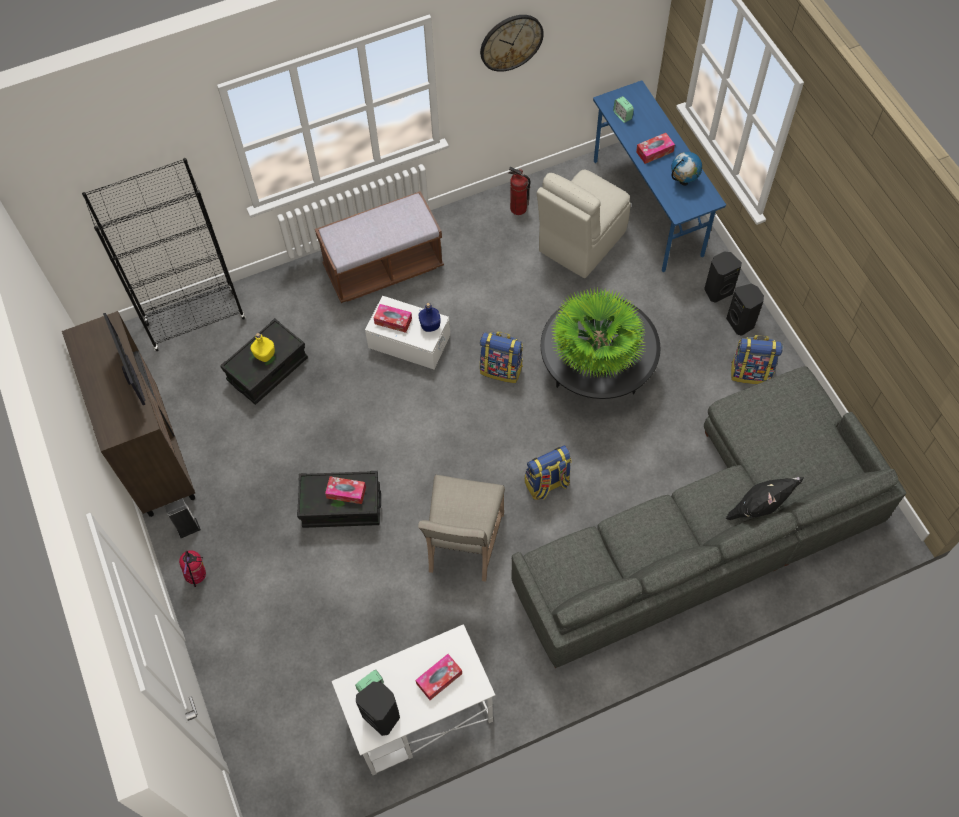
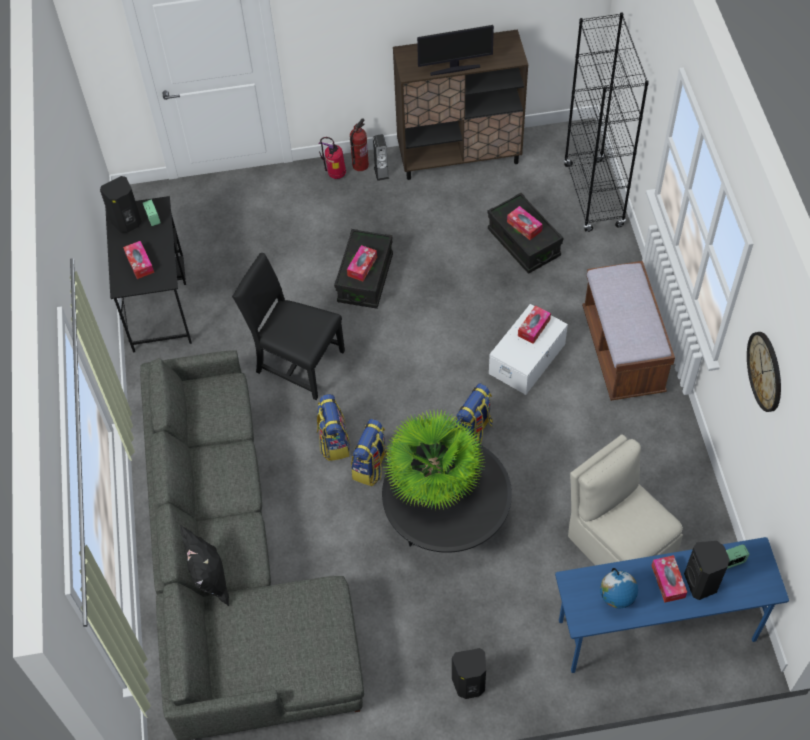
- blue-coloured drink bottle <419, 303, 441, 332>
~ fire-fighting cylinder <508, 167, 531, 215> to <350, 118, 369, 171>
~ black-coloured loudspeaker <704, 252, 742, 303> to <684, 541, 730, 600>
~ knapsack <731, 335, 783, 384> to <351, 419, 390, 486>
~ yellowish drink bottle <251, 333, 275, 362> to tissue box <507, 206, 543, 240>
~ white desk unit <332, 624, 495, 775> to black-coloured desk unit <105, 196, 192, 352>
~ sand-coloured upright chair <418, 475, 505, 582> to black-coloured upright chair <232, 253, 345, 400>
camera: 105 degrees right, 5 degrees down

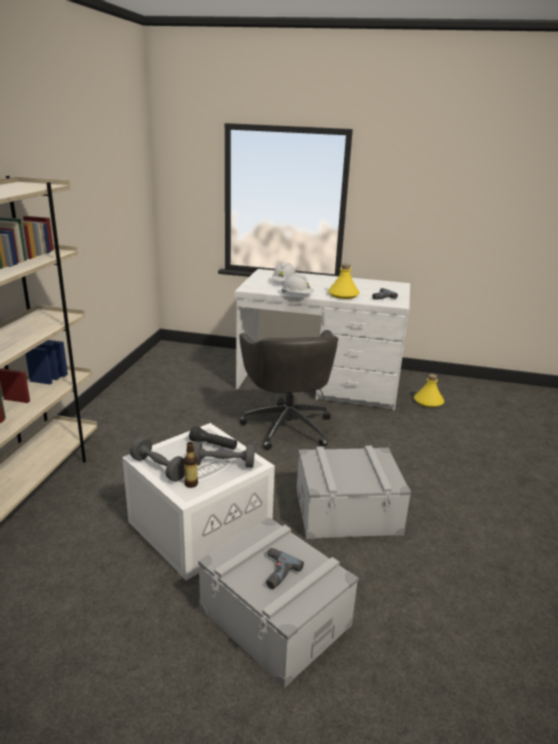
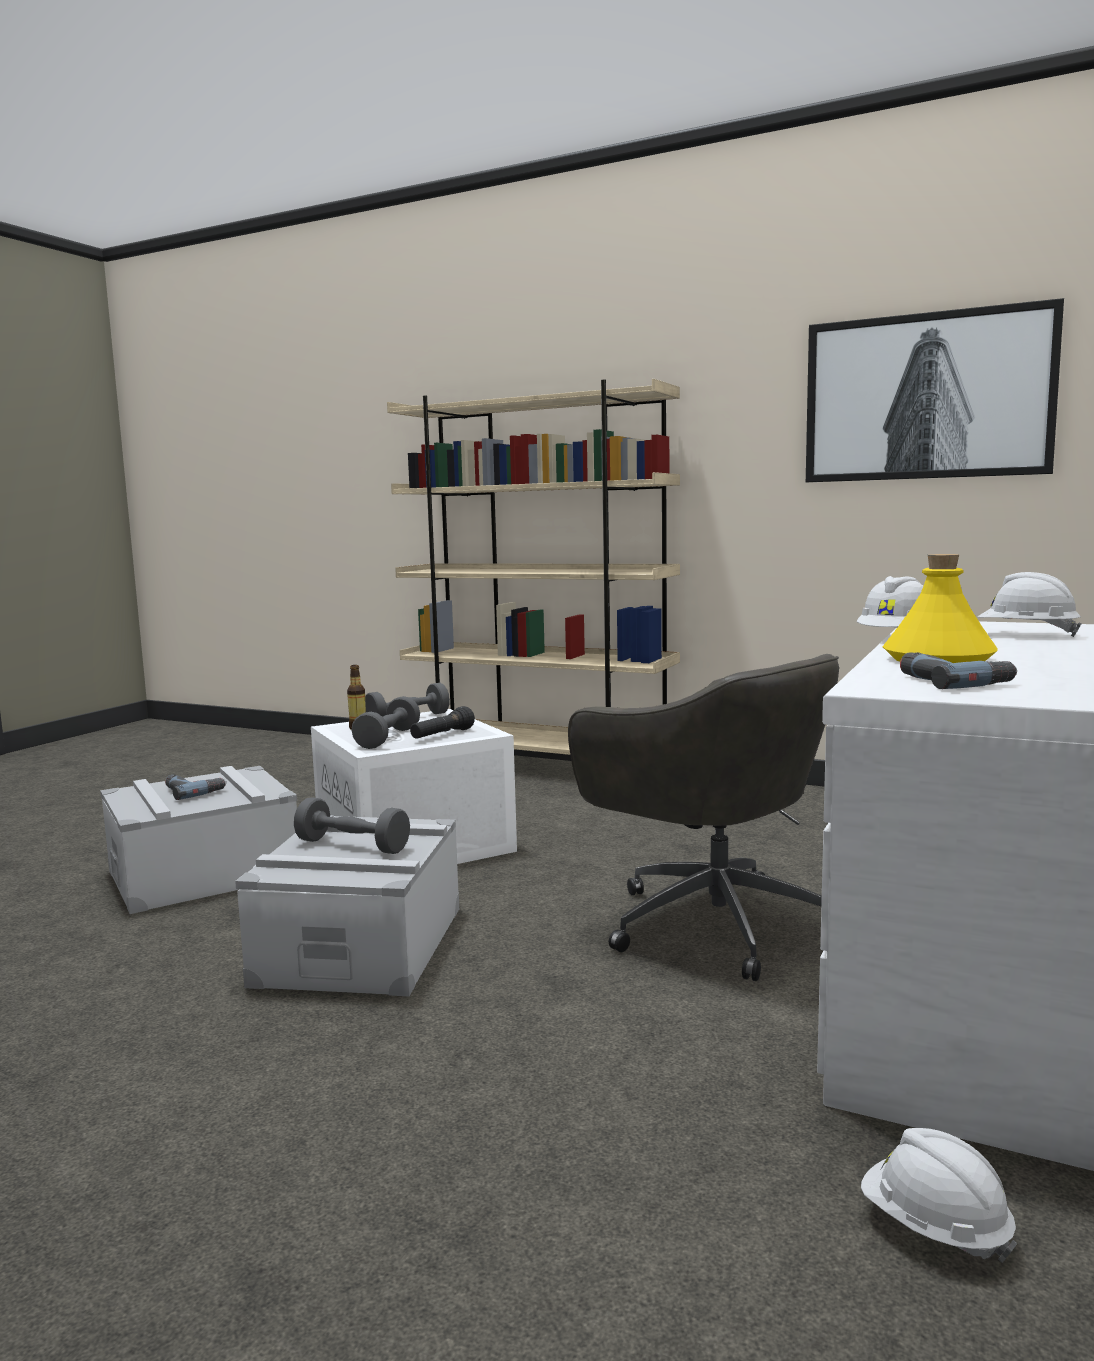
+ grey free weight <294, 797, 410, 854>
+ wall art <806, 298, 1064, 482>
~ yellowish drink bottle <414, 374, 444, 408> to white safety helmet <861, 1128, 1017, 1263>
~ grey computer chair <239, 330, 338, 450> = <568, 654, 839, 981> 135 degrees counterclockwise
camera: 105 degrees right, 15 degrees down

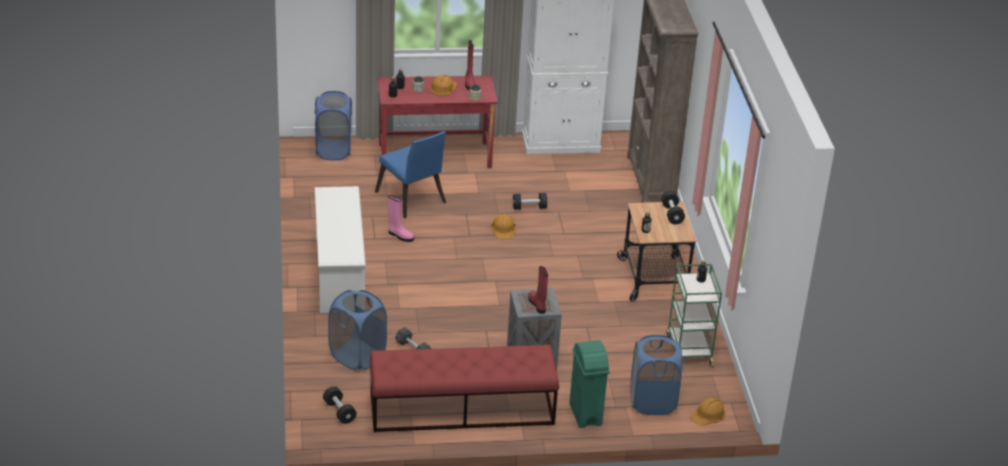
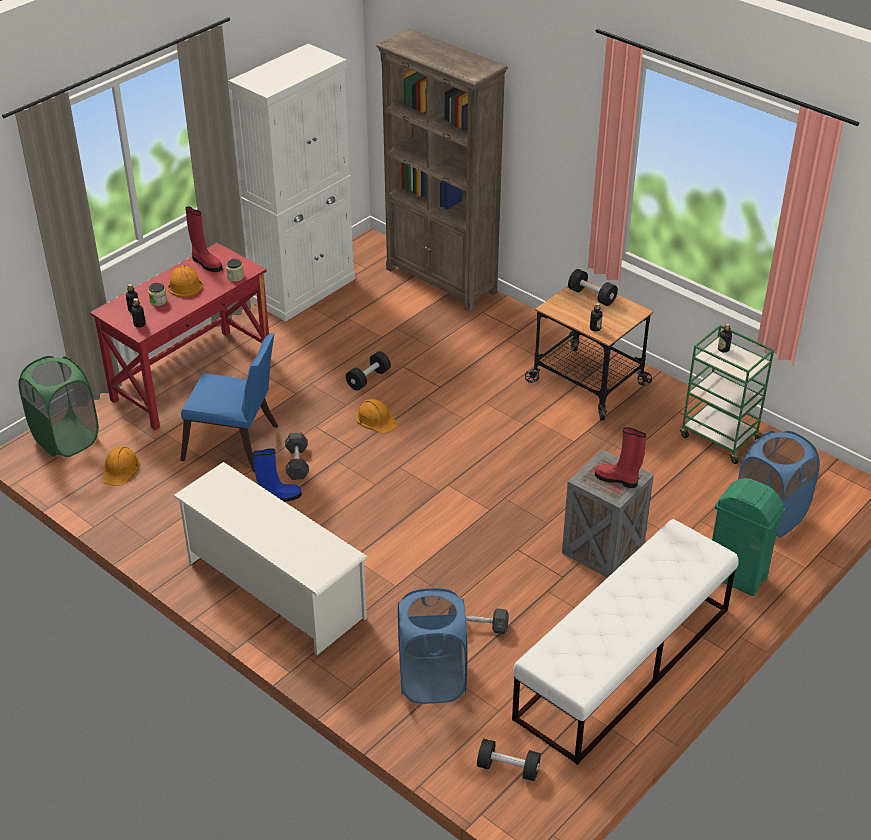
+ black-coloured free weight <285, 433, 309, 480>
~ orangey safety helmet <690, 398, 725, 426> to <103, 446, 140, 485>
~ blue-coloured laundry basket <315, 91, 352, 160> to green laundry basket <19, 356, 99, 457>
~ red-coloured long seat <369, 345, 559, 432> to white long seat <512, 519, 739, 765>
~ pink high-top boot <387, 195, 414, 242> to blue-coloured high-top boot <253, 448, 302, 502>
camera: 40 degrees left, 5 degrees up

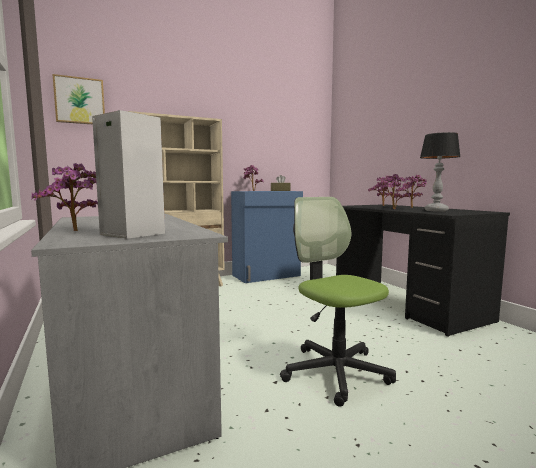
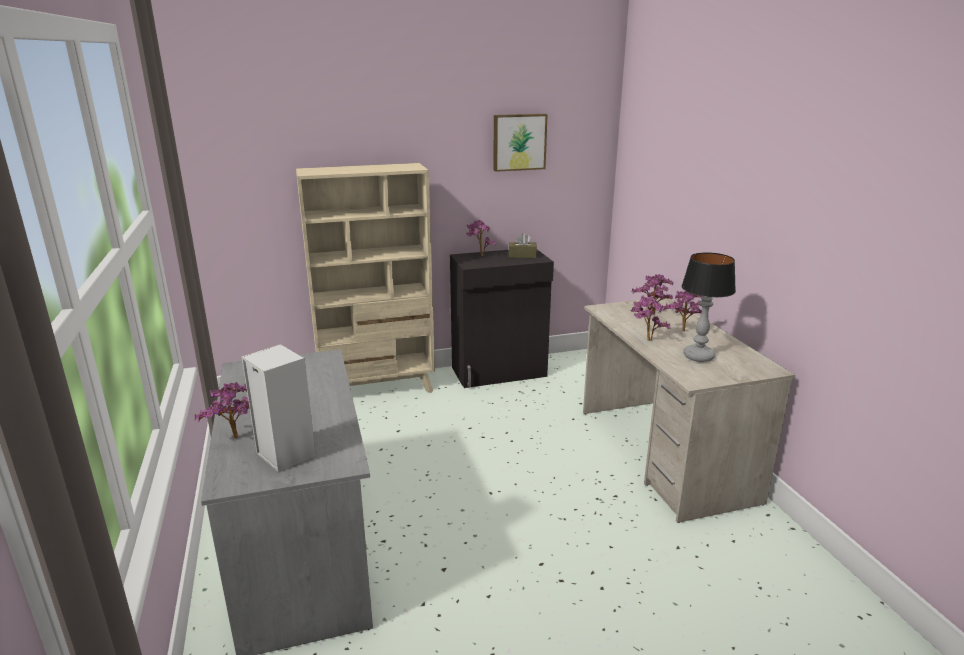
- computer chair <280, 197, 396, 407>
~ wall art <53, 74, 105, 124> to <493, 114, 548, 172>
~ blue-coloured storage cabinet <231, 191, 303, 283> to black-coloured storage cabinet <450, 250, 554, 388>
~ black-coloured desk unit <336, 204, 510, 337> to sand-coloured desk unit <583, 298, 795, 523>
camera: 10 degrees right, 15 degrees up

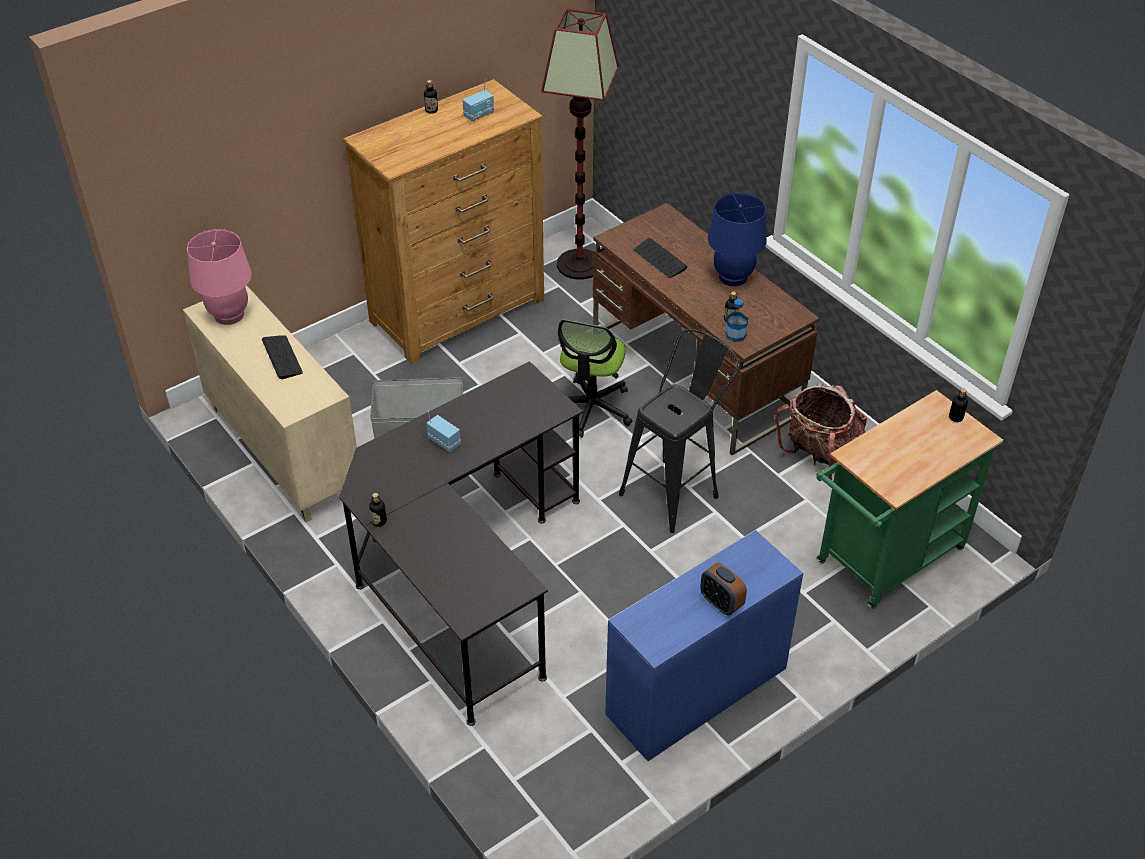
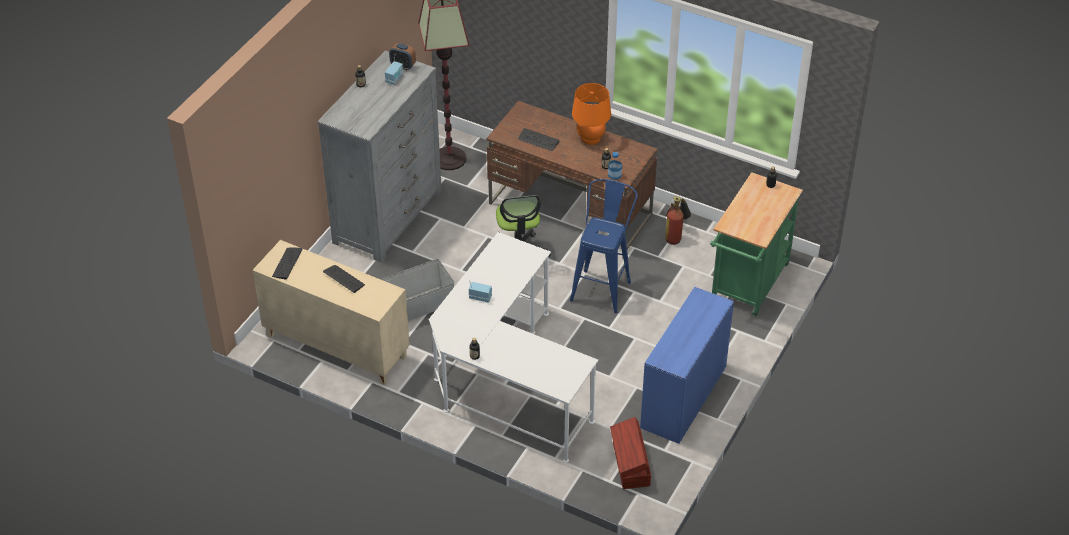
+ brown storage container <610, 417, 651, 489>
~ alarm clock <700, 562, 747, 616> to <389, 43, 416, 70>
~ pink table lamp <187, 229, 252, 325> to PC keyboard <272, 248, 303, 280>
~ knapsack <775, 383, 867, 480> to fire-fighting cylinder <665, 196, 691, 245>
~ black-coloured desk unit <339, 361, 583, 726> to white desk unit <429, 232, 598, 463>
~ brown drawer chest <343, 79, 544, 364> to grey drawer chest <317, 50, 442, 263>
~ black-coloured sitting stool <619, 329, 740, 533> to blue-coloured sitting stool <570, 179, 638, 313>
~ blue-coloured table lamp <708, 193, 767, 286> to orangey table lamp <572, 83, 611, 145>
camera: 25 degrees left, 0 degrees up

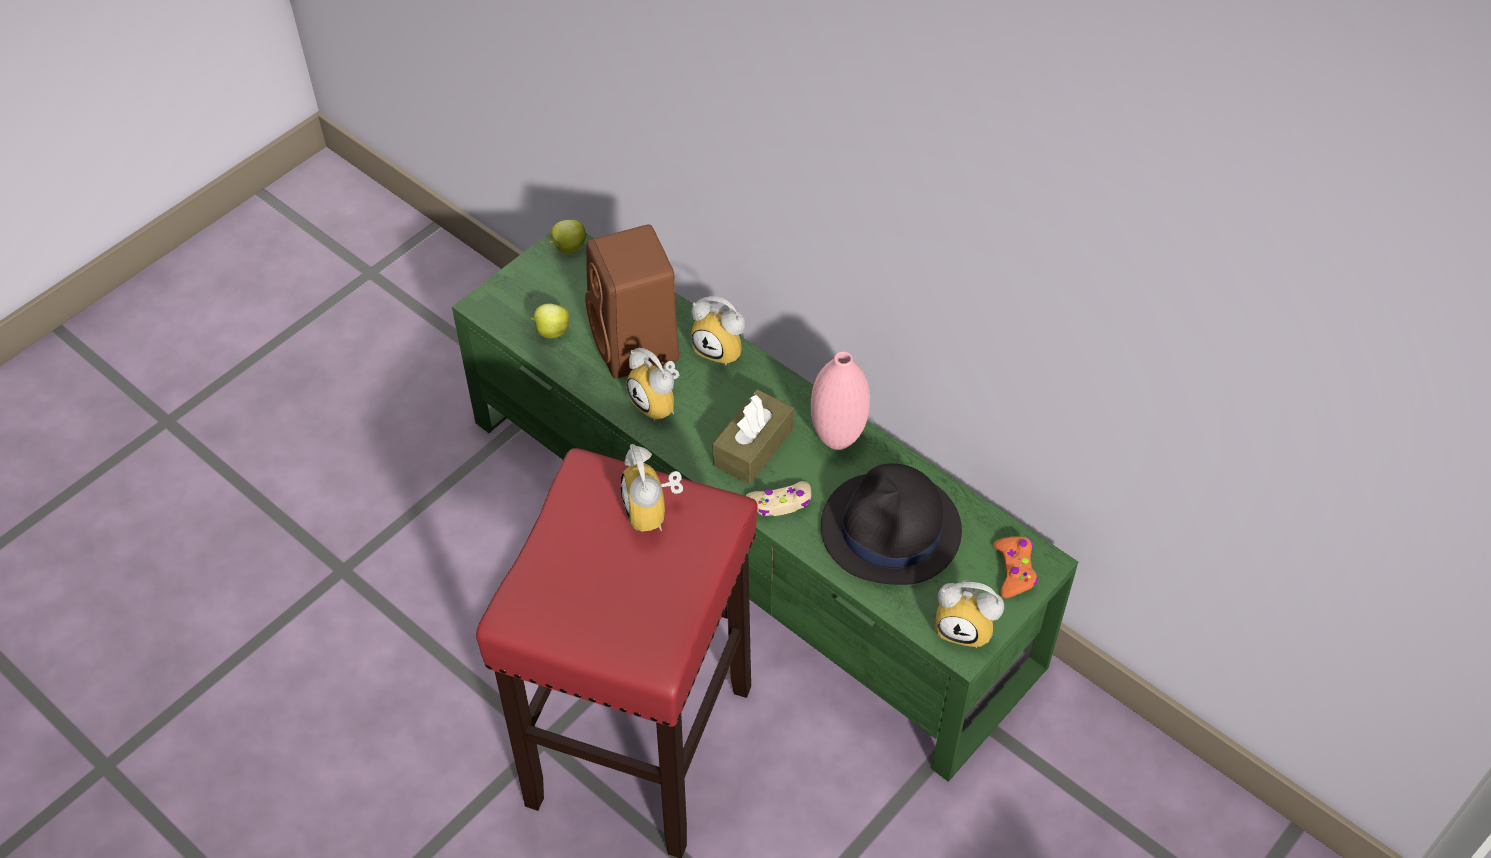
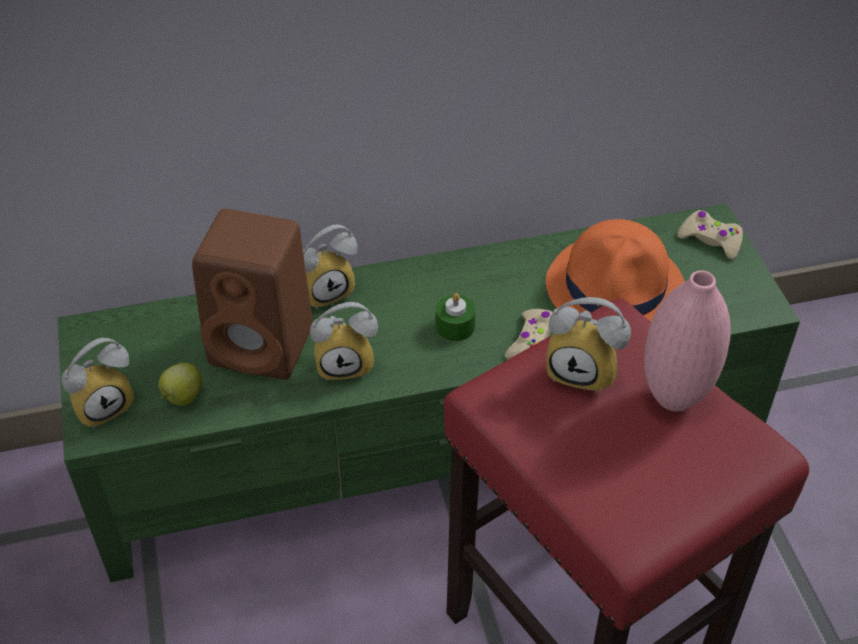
- apple <549, 220, 586, 254>
~ pink vase <811, 352, 870, 450> to <644, 270, 731, 412>
~ alarm clock <935, 580, 1004, 648> to <62, 338, 134, 429>
~ brown tissue box <713, 389, 794, 484> to green candle <436, 293, 476, 341>
~ black-coloured wearable hat <821, 463, 962, 585> to orangey wearable hat <546, 219, 685, 322>
~ orangey game controller <993, 536, 1038, 598> to sand-coloured game controller <677, 210, 743, 259>
camera: 55 degrees left, 5 degrees down

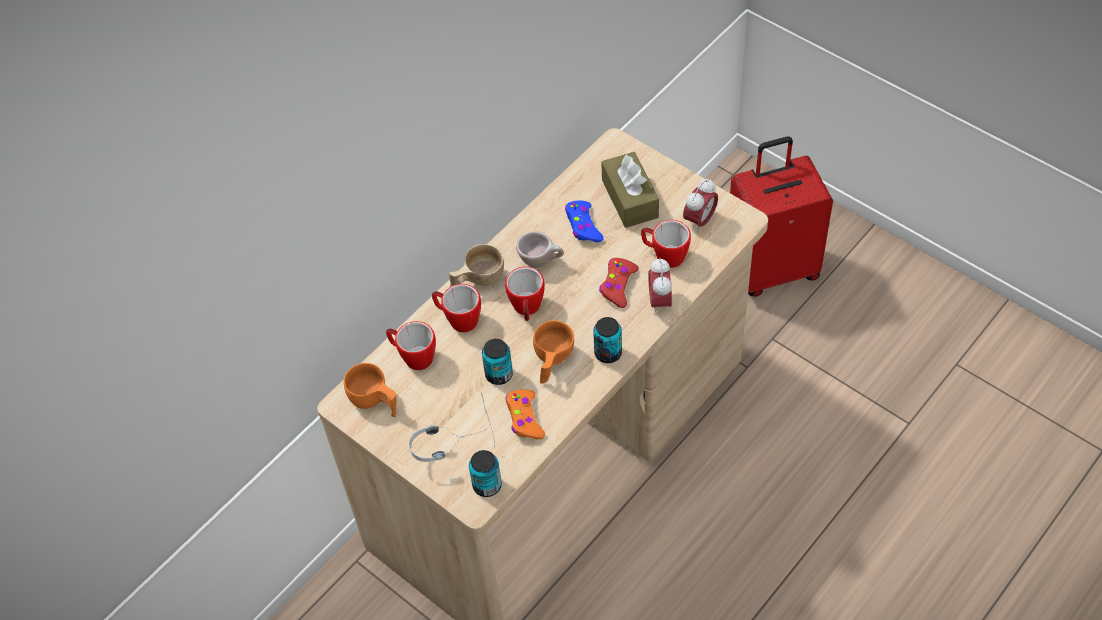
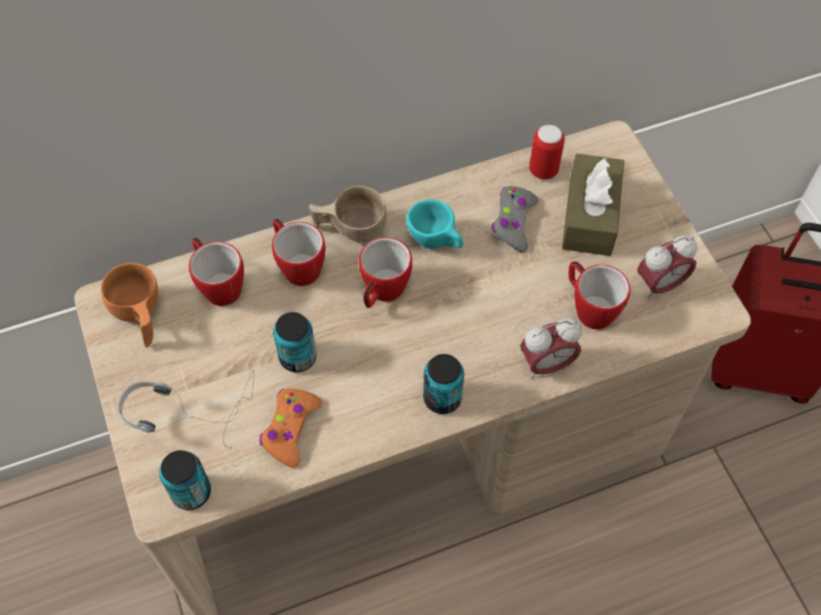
- orangey small cup <533, 320, 574, 384>
- red-coloured game controller <599, 258, 639, 308>
+ can <529, 125, 565, 180>
~ sand-coloured small cup <516, 232, 564, 268> to blue-green small cup <406, 199, 464, 249>
~ blue-coloured game controller <565, 201, 604, 242> to grey game controller <492, 186, 538, 252>
~ alarm clock <648, 258, 672, 314> = <520, 318, 582, 378> 135 degrees counterclockwise
camera: 25 degrees right, 5 degrees up

